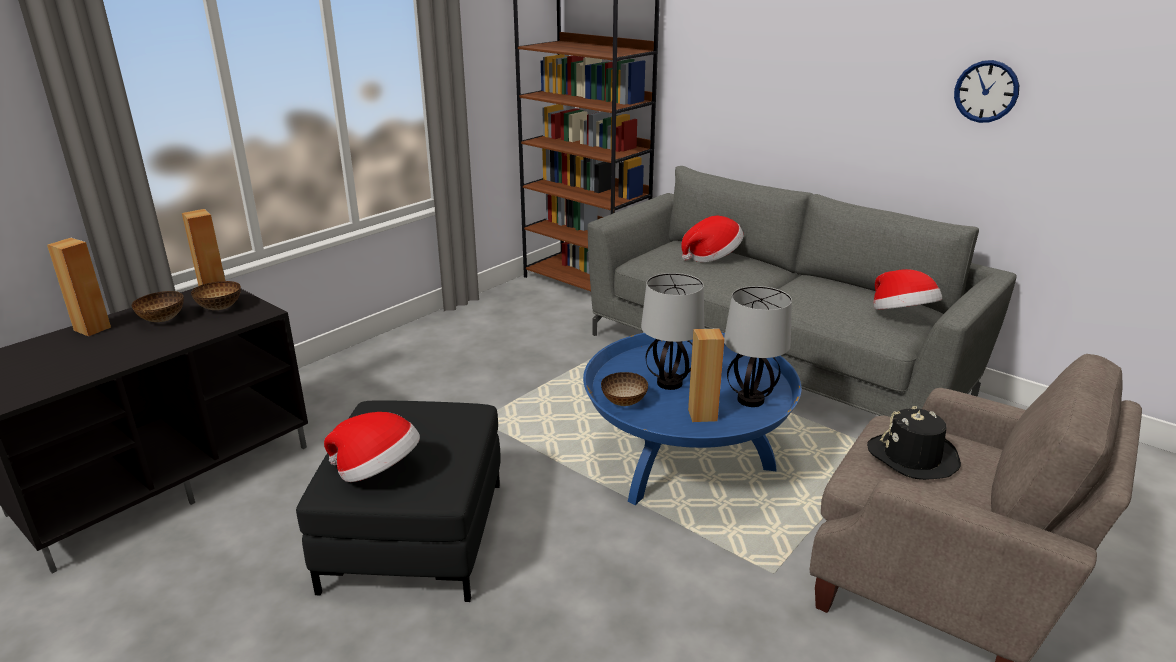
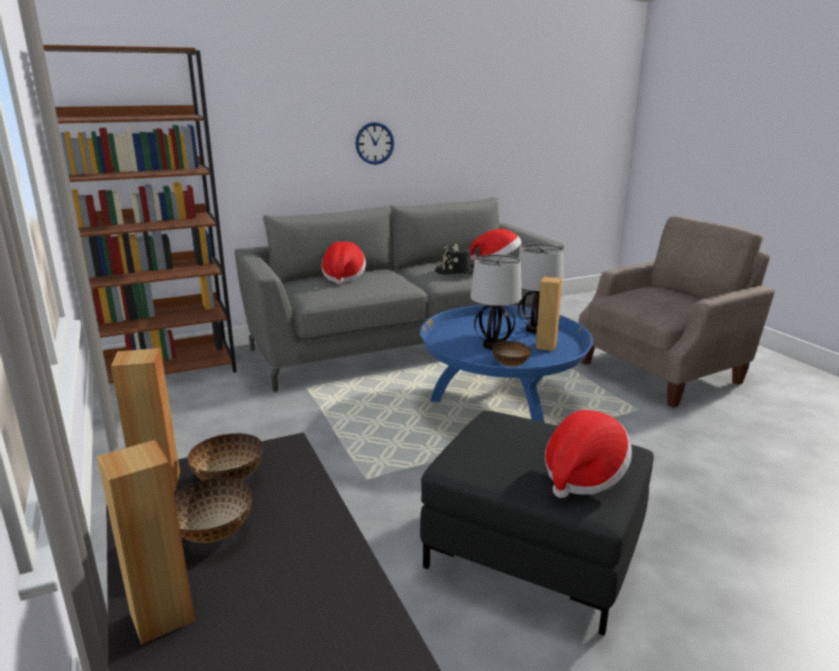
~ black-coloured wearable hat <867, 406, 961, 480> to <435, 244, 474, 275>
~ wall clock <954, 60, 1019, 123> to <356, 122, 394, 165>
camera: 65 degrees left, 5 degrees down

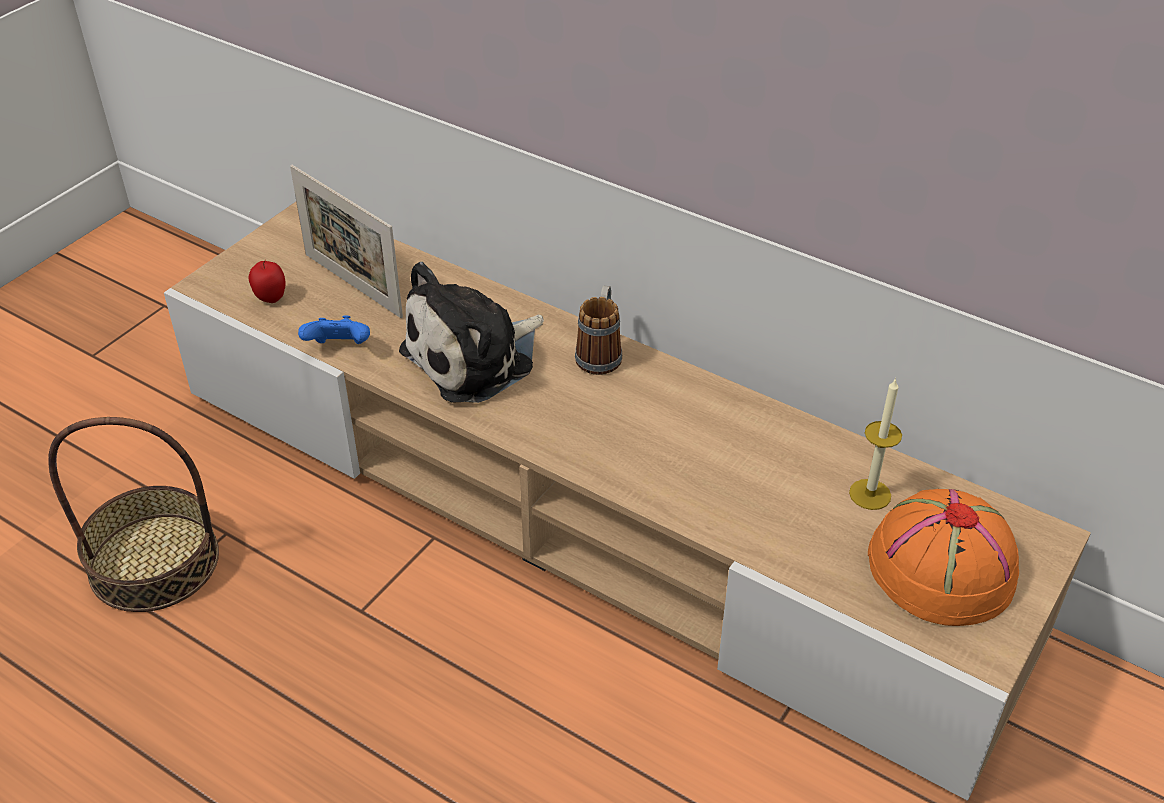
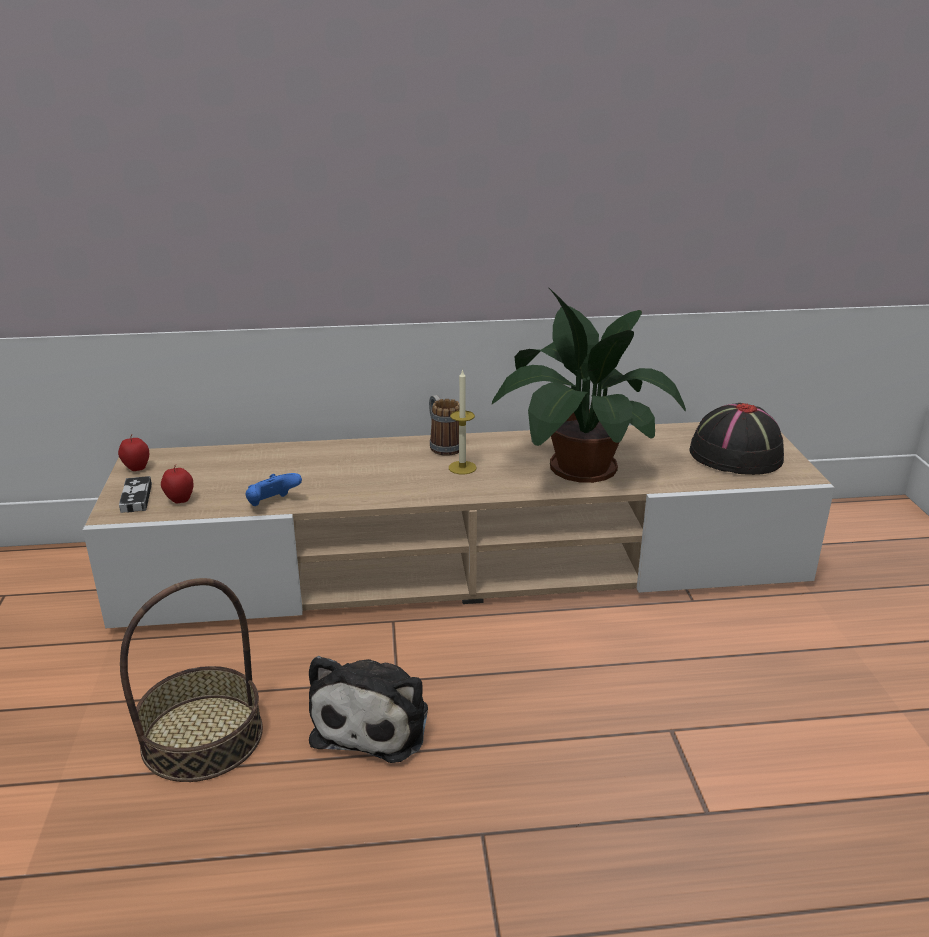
- standing frame <290, 165, 403, 318>
+ apple <118, 434, 149, 471>
+ game controller <119, 476, 152, 513>
+ houseplant <492, 288, 686, 483>
~ soft toy <399, 262, 544, 403> to <309, 656, 428, 763>
~ candle <849, 378, 902, 510> to <449, 369, 476, 474>
~ orangey wearable hat <868, 489, 1019, 626> to black-coloured wearable hat <689, 403, 784, 475>
camera: 40 degrees left, 15 degrees down

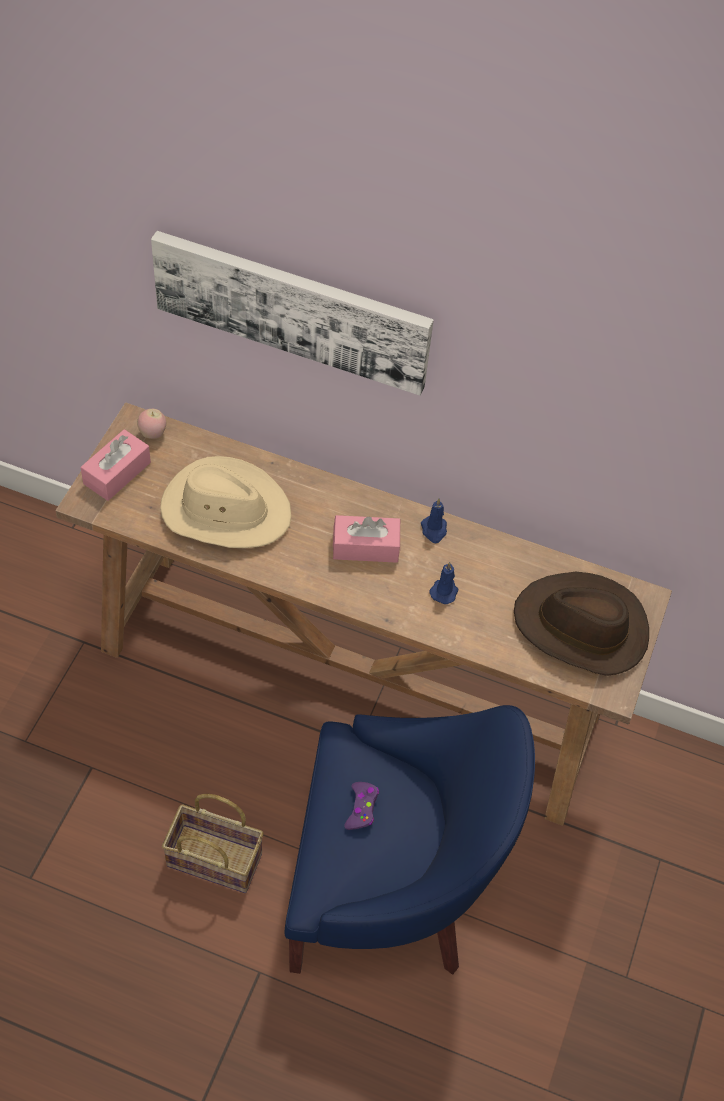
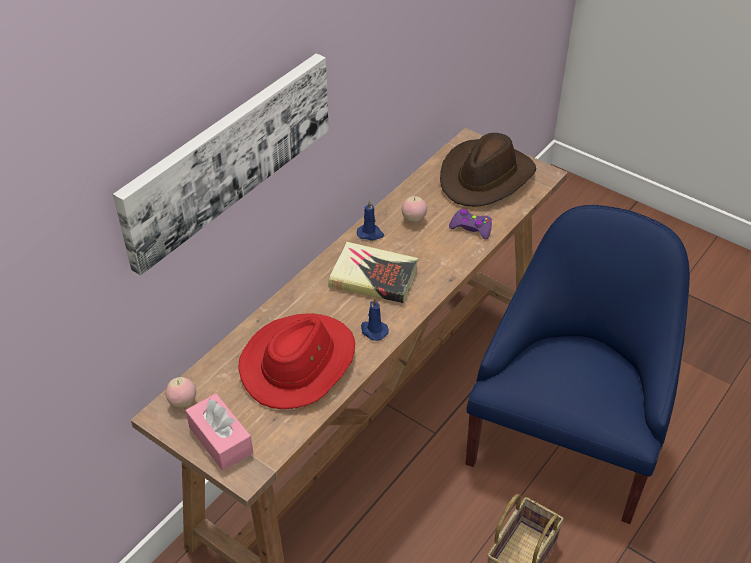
+ apple <401, 196, 427, 223>
~ purplish game controller <345, 782, 379, 830> to <449, 209, 492, 239>
~ blue-coloured candle <430, 562, 458, 604> to <361, 297, 389, 341>
~ pink tissue box <333, 515, 400, 563> to volume <328, 242, 418, 303>
~ sand-coloured wearable hat <160, 456, 291, 548> to red-coloured wearable hat <238, 313, 355, 409>
camera: 70 degrees left, 10 degrees down

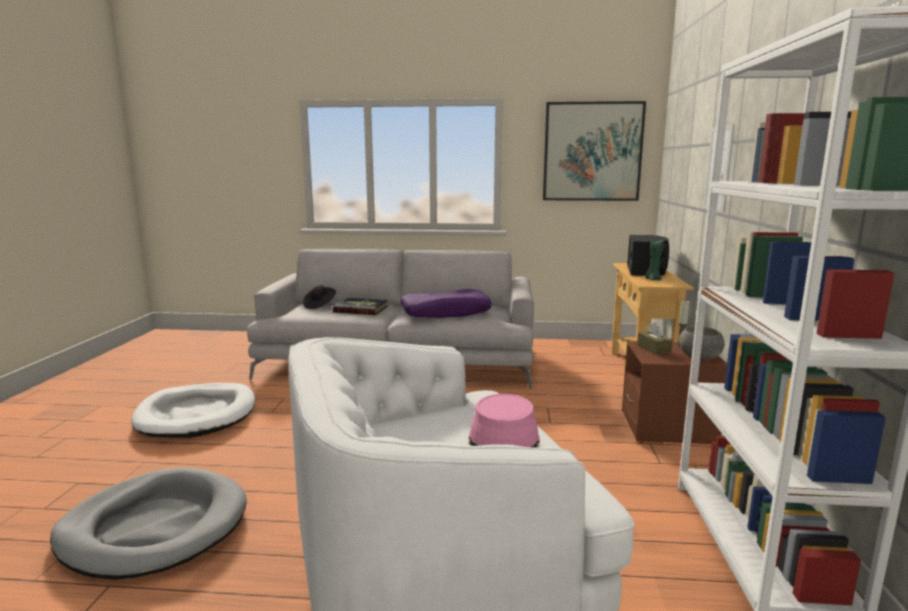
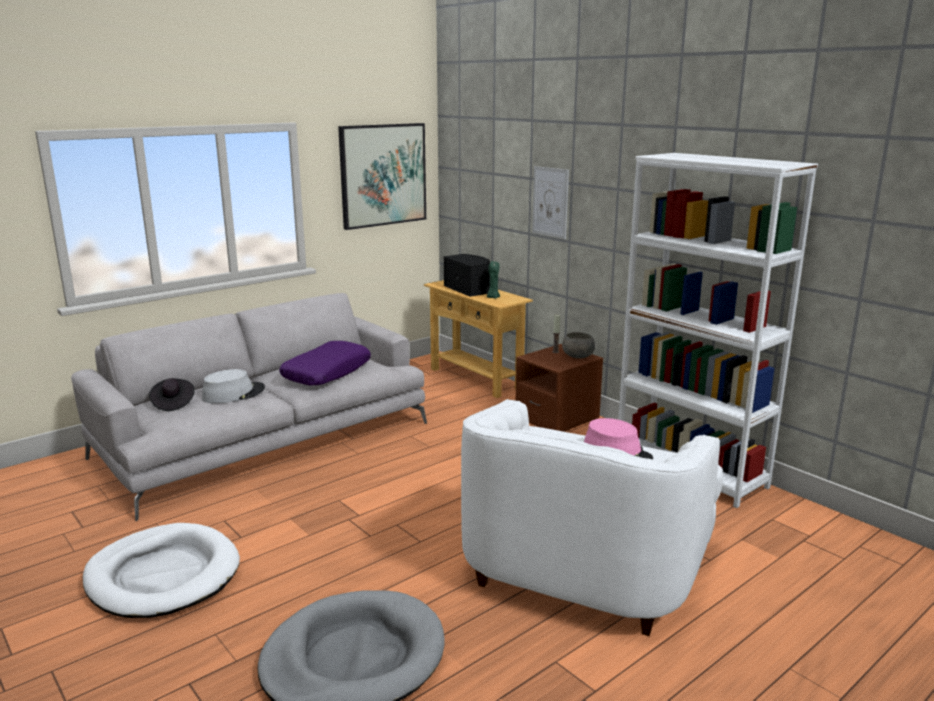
- brown tissue box <637, 323, 673, 355>
~ volume <333, 298, 388, 315> to grey wearable hat <202, 369, 265, 403>
camera: 45 degrees left, 5 degrees up

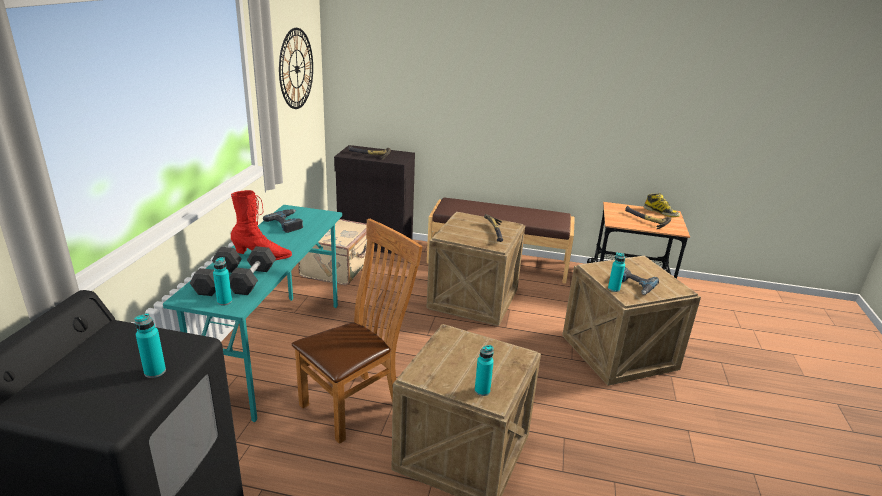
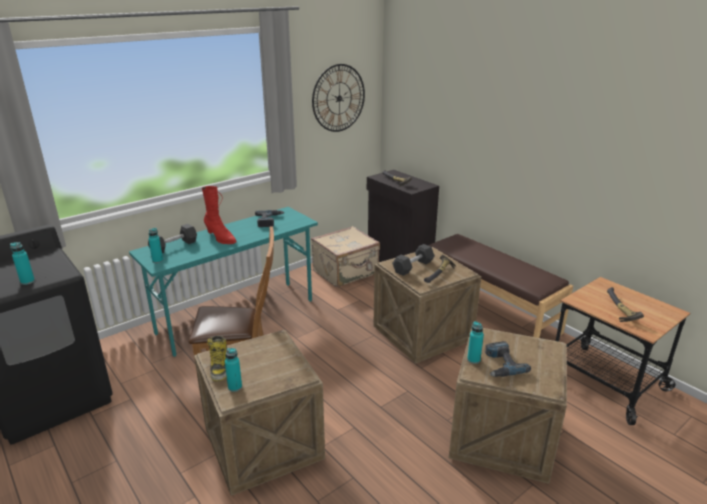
~ grey free weight <229, 246, 276, 295> to <392, 244, 435, 276>
~ high-top boot <643, 193, 680, 217> to <207, 336, 227, 381>
camera: 40 degrees right, 0 degrees up

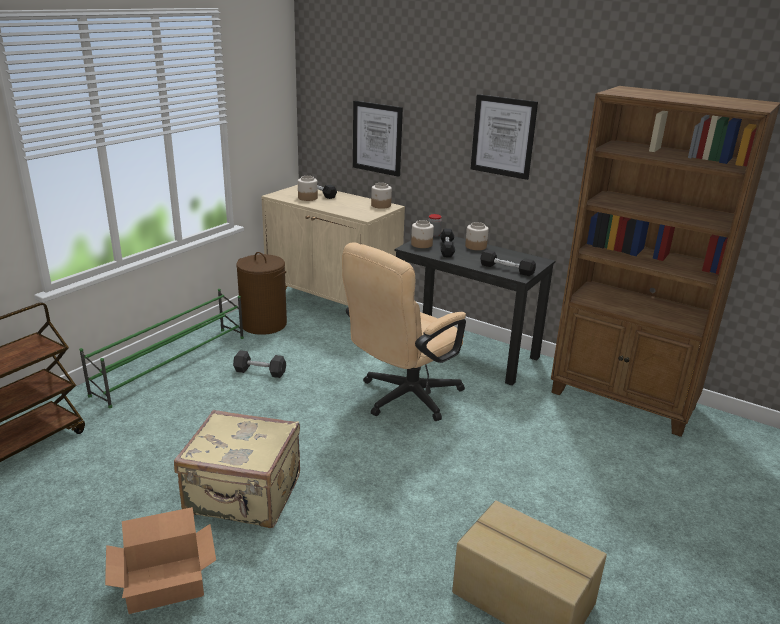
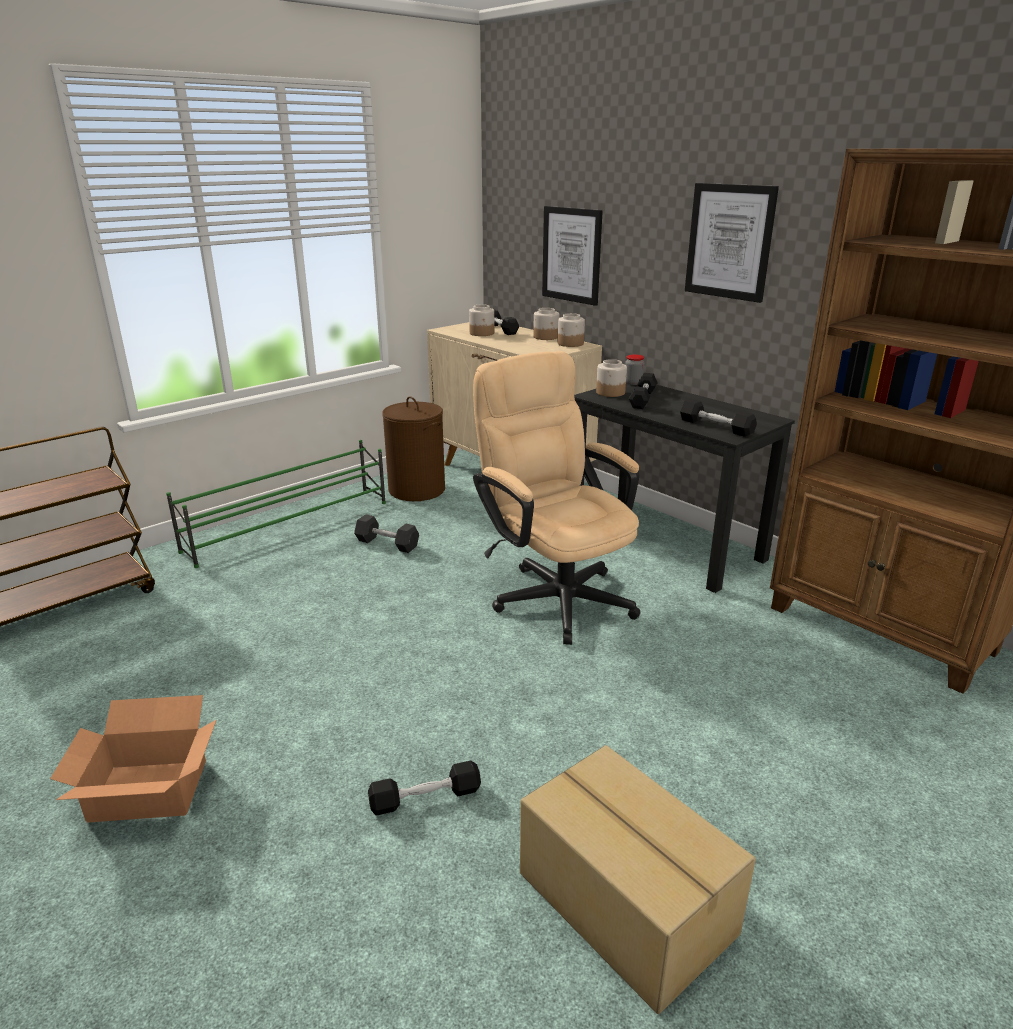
- sand-coloured piece of luggage <174, 410, 300, 528>
+ black-coloured free weight <368, 761, 481, 816>
~ storage jar <465, 222, 489, 250> to <533, 308, 559, 340>
~ sand-coloured computer chair <342, 242, 466, 421> = <473, 351, 640, 645> 90 degrees clockwise
camera: 15 degrees right, 0 degrees up

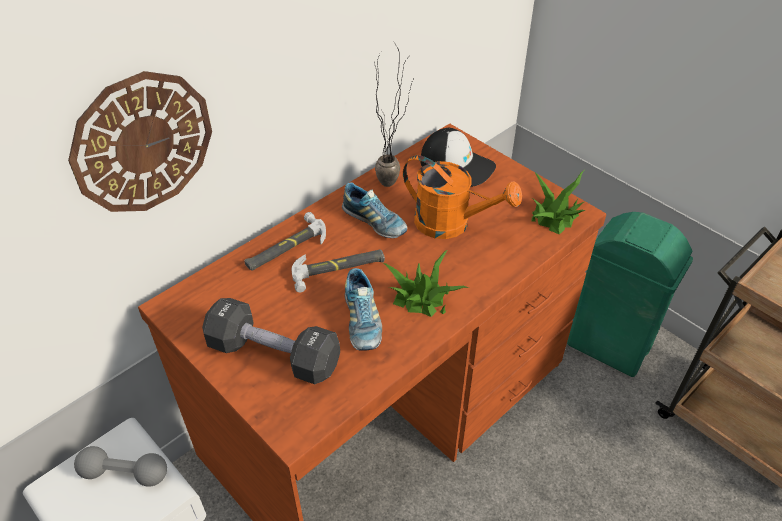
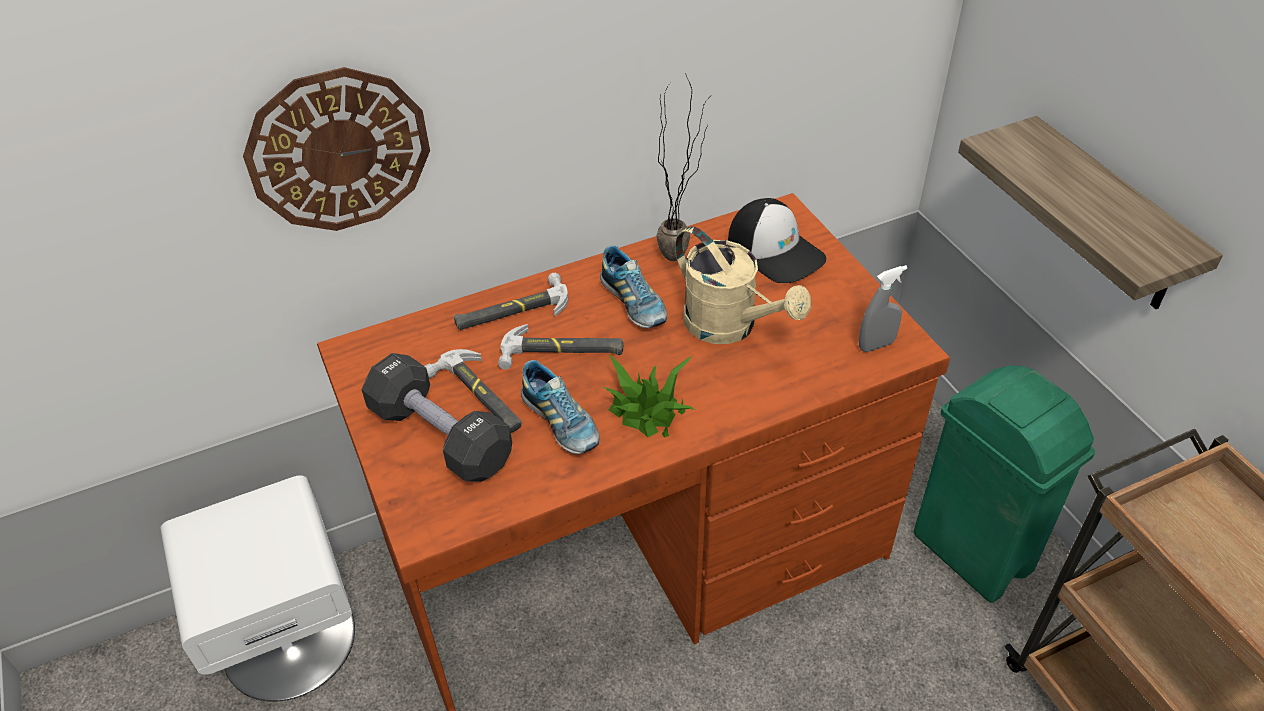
- grey free weight <74, 446, 167, 486>
+ tool hammer <425, 349, 522, 433>
+ shelf <958, 116, 1223, 309>
~ houseplant <532, 171, 585, 235> to grey spray bottle <859, 265, 907, 352>
~ orangey watering pot <403, 155, 522, 239> to sand-coloured watering pot <675, 226, 811, 344>
~ low shoe <345, 268, 382, 351> = <521, 360, 600, 454> 45 degrees counterclockwise
camera: 20 degrees right, 0 degrees up

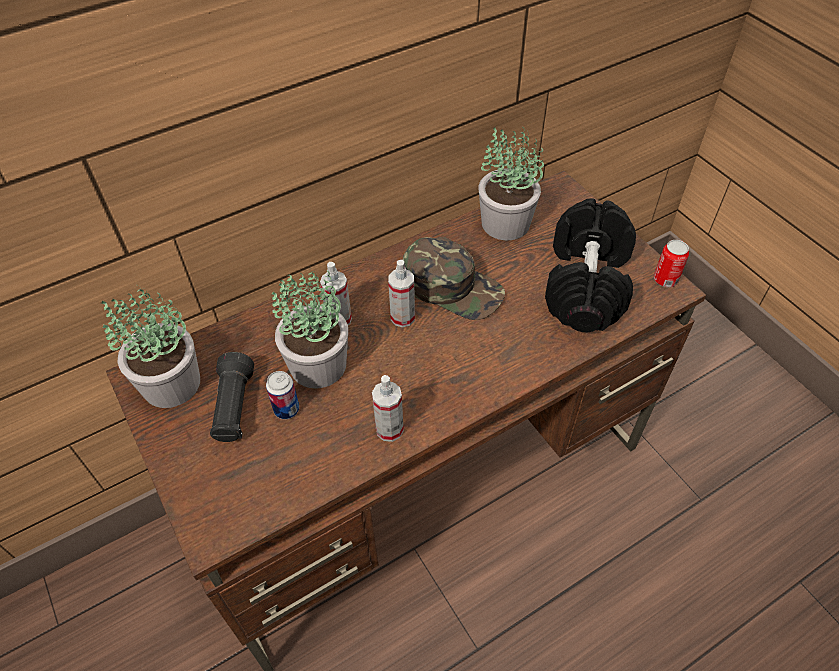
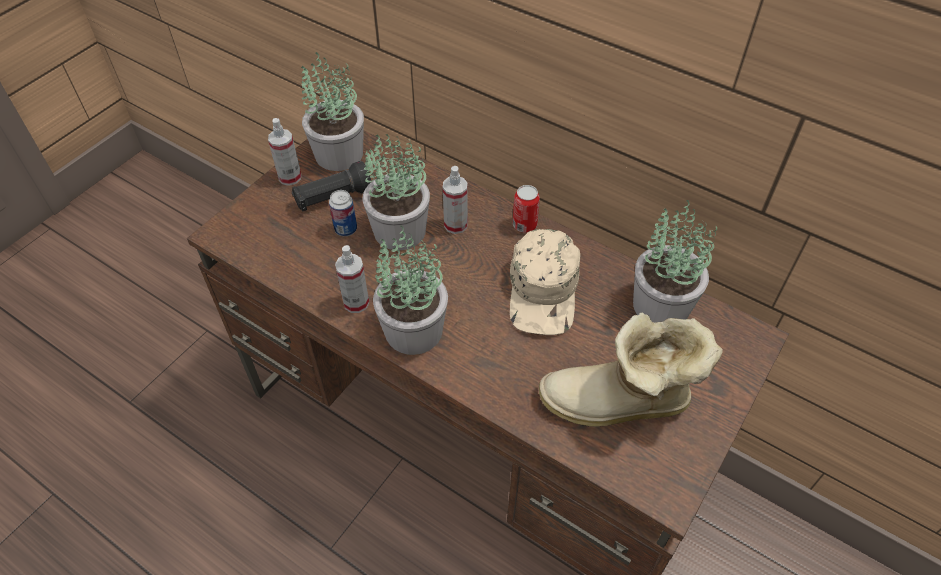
+ houseplant <373, 226, 448, 355>
~ spray bottle <388, 260, 415, 327> to <268, 118, 301, 186>
~ can <654, 240, 689, 287> to <513, 185, 540, 233>
~ black-coloured free weight <545, 198, 636, 332> to high-top boot <539, 313, 723, 427>
~ green peaked cap <403, 237, 505, 320> to sand-coloured peaked cap <510, 229, 580, 335>
camera: 65 degrees right, 0 degrees up

